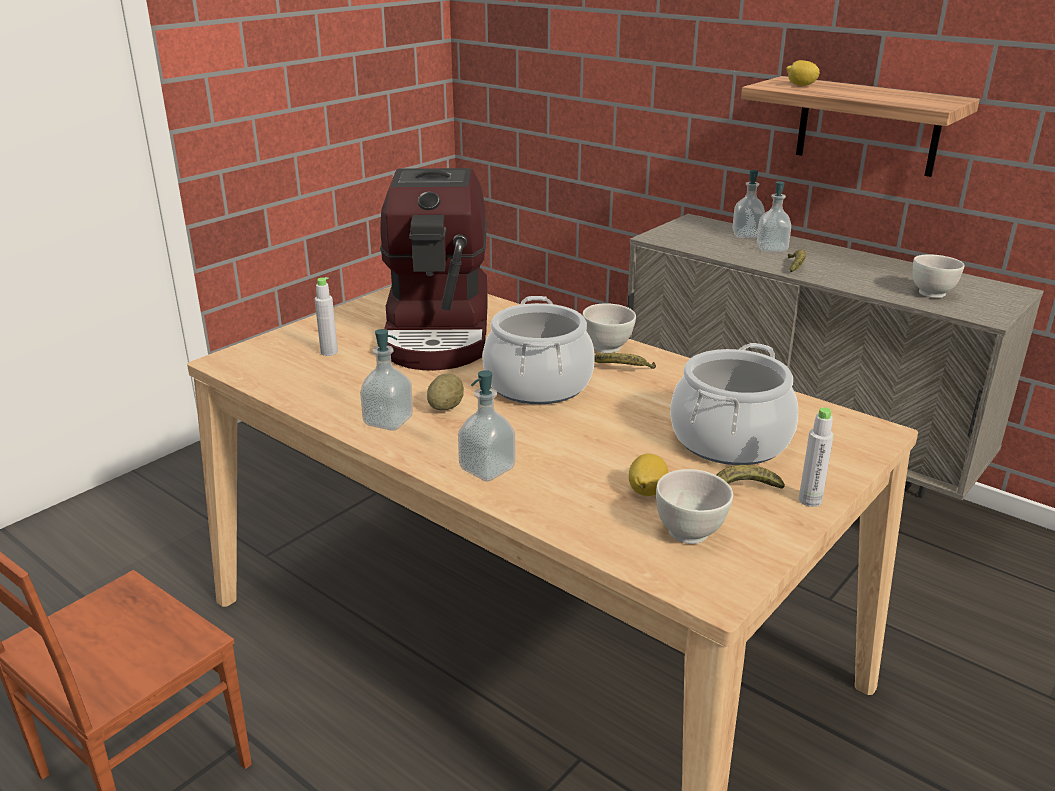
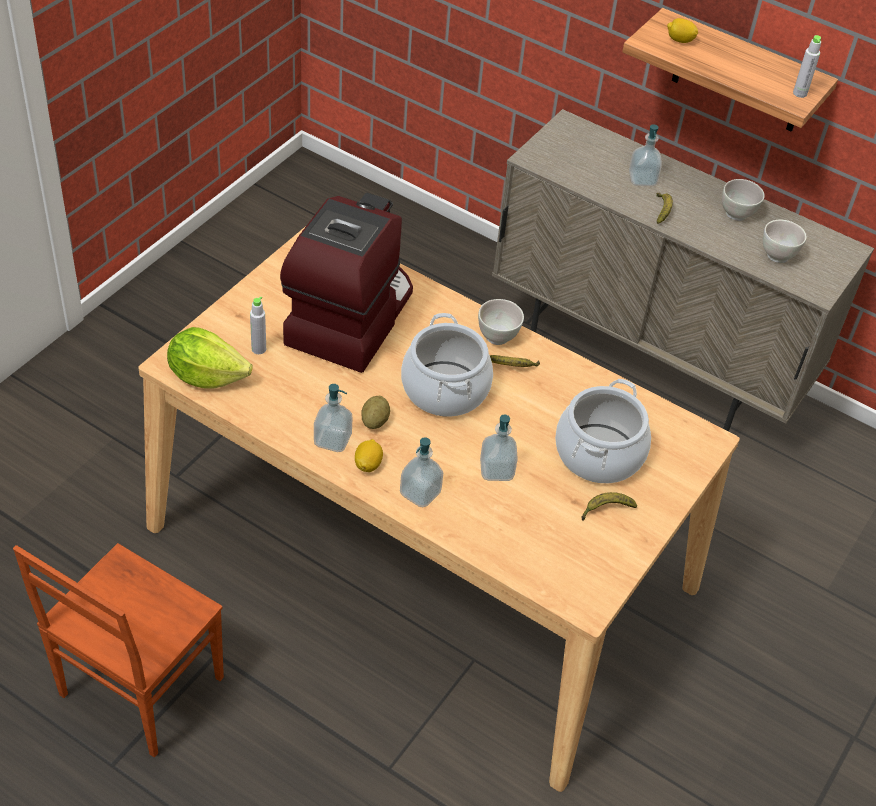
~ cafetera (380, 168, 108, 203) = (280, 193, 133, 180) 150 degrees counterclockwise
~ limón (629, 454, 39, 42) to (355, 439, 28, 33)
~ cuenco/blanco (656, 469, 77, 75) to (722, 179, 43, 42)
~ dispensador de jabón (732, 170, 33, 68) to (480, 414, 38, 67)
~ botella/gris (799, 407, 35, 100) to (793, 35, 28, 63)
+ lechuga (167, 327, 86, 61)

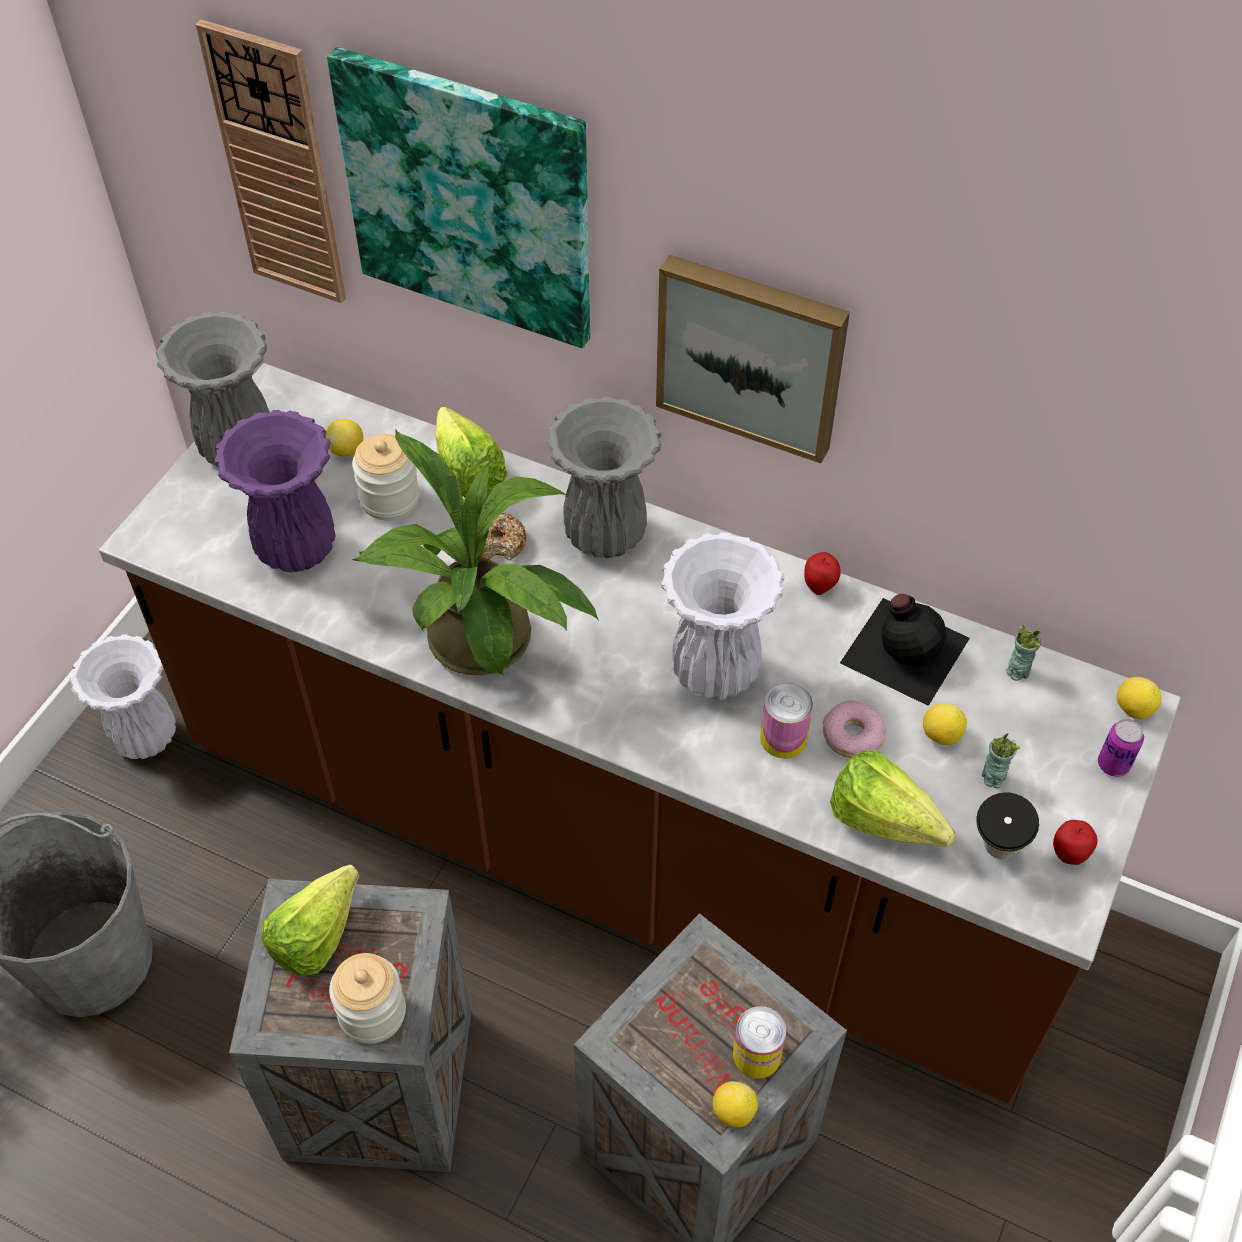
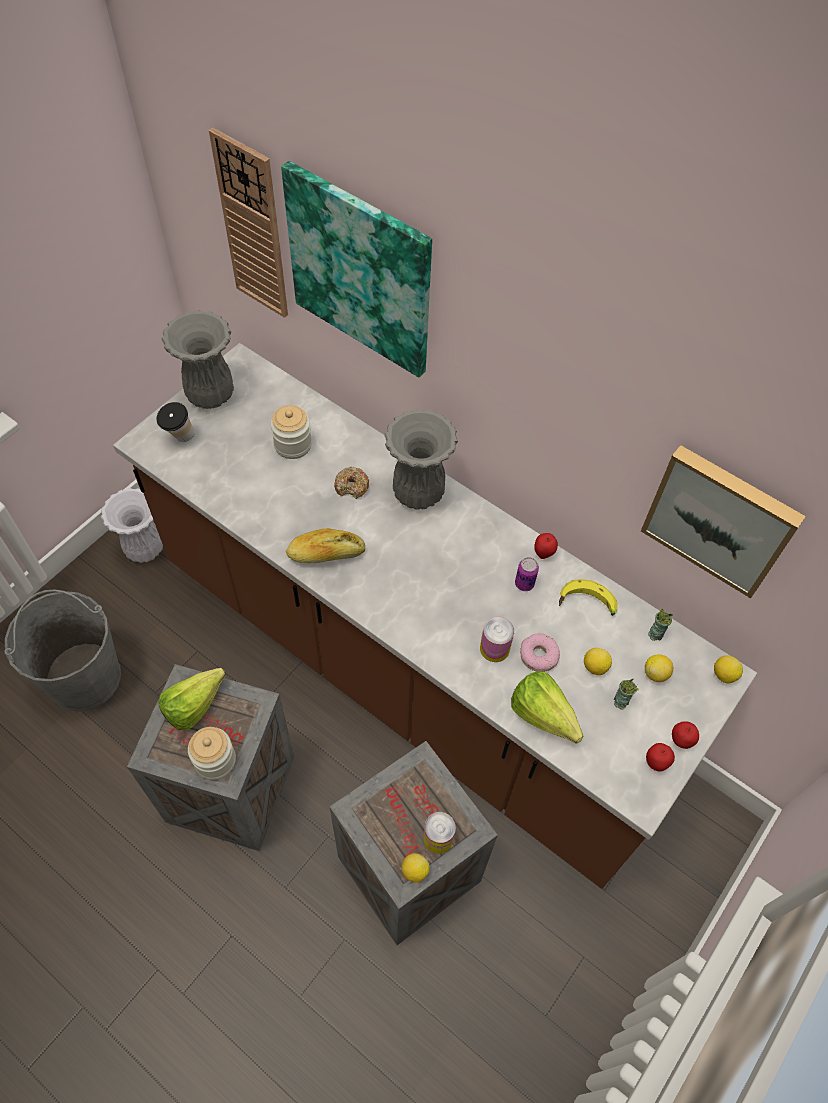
- florero/morado (214, 410, 121, 162)
~ limón (325, 419, 38, 37) to (645, 654, 28, 28)
~ planta en maceta (352, 430, 247, 245) to pan (286, 528, 79, 35)
- lechuga (435, 407, 73, 91)
~ cuadro (656, 254, 194, 210) to (641, 445, 165, 153)
- florero/blanco (661, 532, 123, 168)
~ botella/negro (840, 594, 130, 112) to plátano (559, 579, 59, 37)
~ taza (976, 792, 63, 67) to (157, 402, 37, 40)
~ lata (1098, 719, 46, 58) to (515, 557, 24, 34)
+ manzana (672, 721, 27, 28)

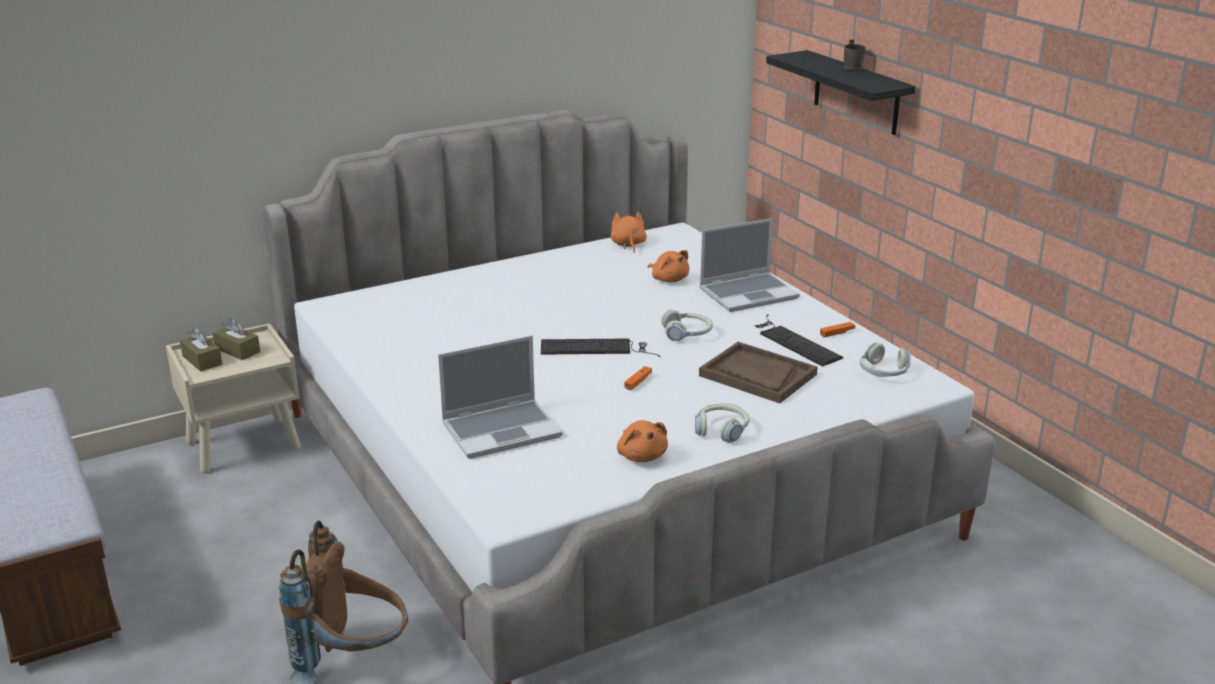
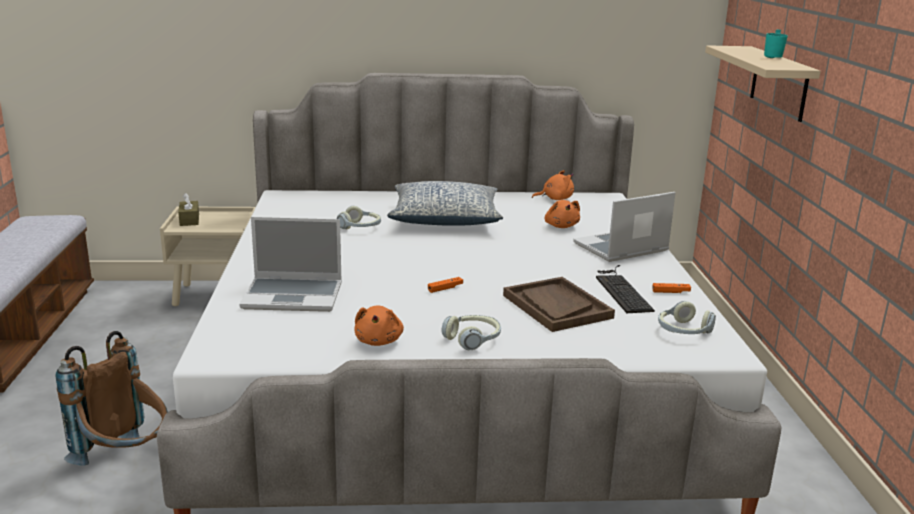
- caja de pañuelos/marrón (213, 318, 47, 42)
- teclado (541, 338, 120, 19)
~ peluche/naranja (611, 211, 36, 42) = (532, 170, 42, 30) 60 degrees clockwise
~ auriculares (662, 310, 51, 31) to (337, 206, 44, 23)
~ portátil (699, 218, 101, 94) = (573, 192, 103, 70) 150 degrees clockwise
~ estante/negro (766, 50, 150, 85) to estante/beis (705, 45, 116, 77)
~ taza grande/gris (844, 40, 22, 31) to taza grande/turquesa (764, 30, 24, 28)
+ cojín (387, 181, 116, 45)

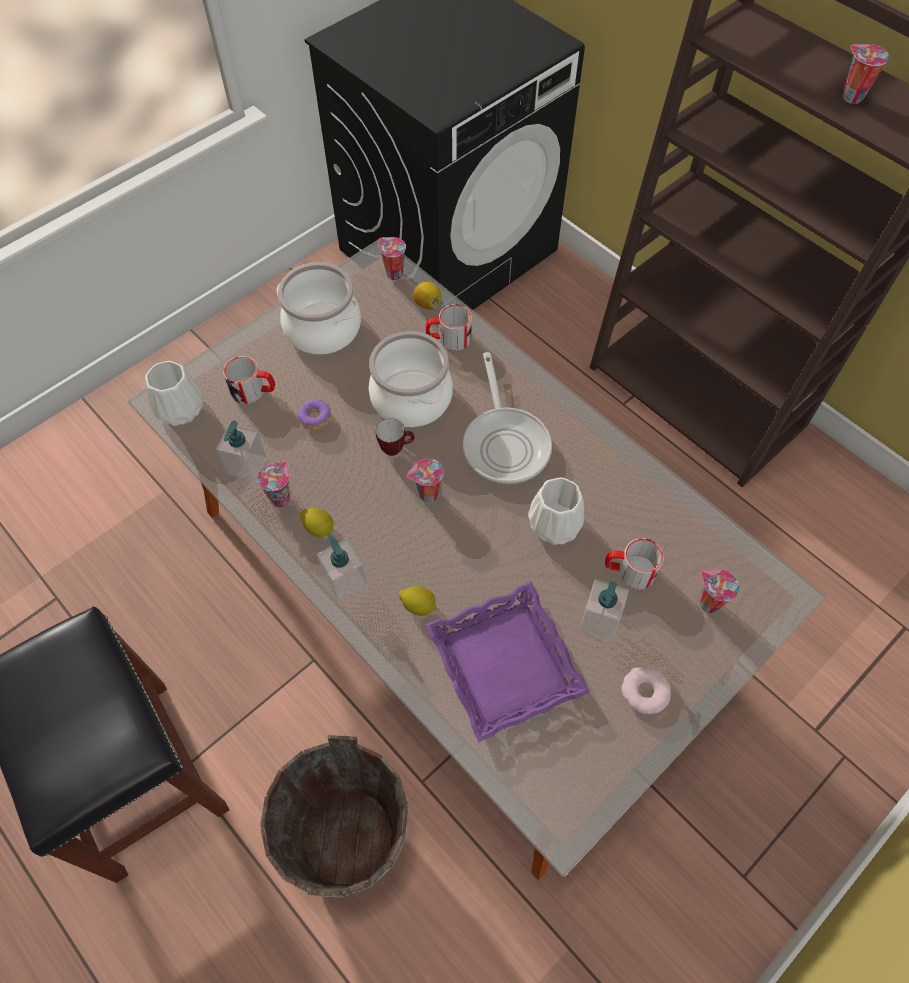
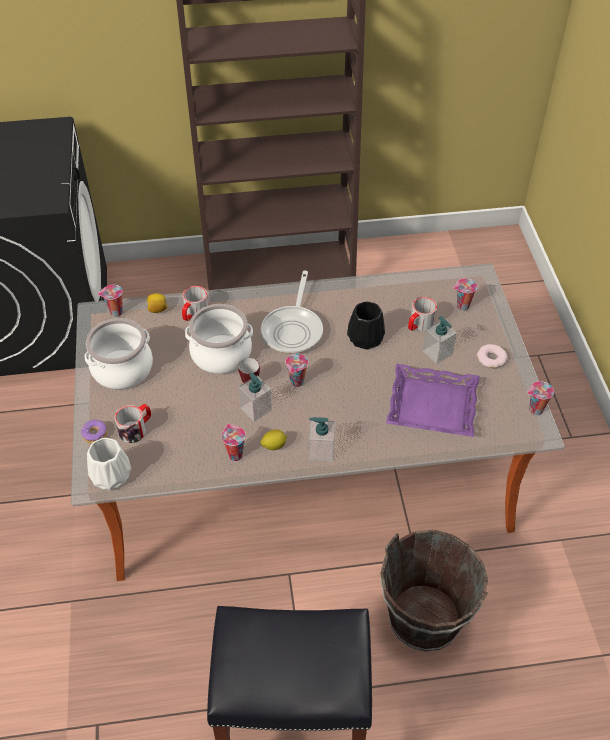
~ dispensador de jabón (216, 421, 50, 60) to (239, 373, 33, 49)
~ rosquilla (298, 399, 33, 31) to (81, 420, 26, 24)
- limón (399, 586, 37, 30)
~ sartén (463, 352, 89, 132) = (261, 271, 62, 83) 75 degrees clockwise
~ florero/blanco (528, 477, 56, 68) to florero/negro (347, 302, 38, 47)
~ taza (843, 44, 46, 60) to (527, 381, 27, 35)

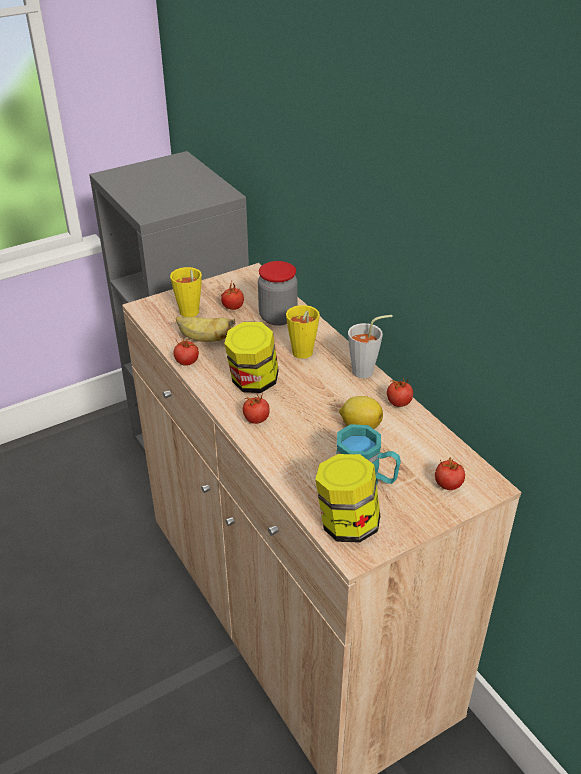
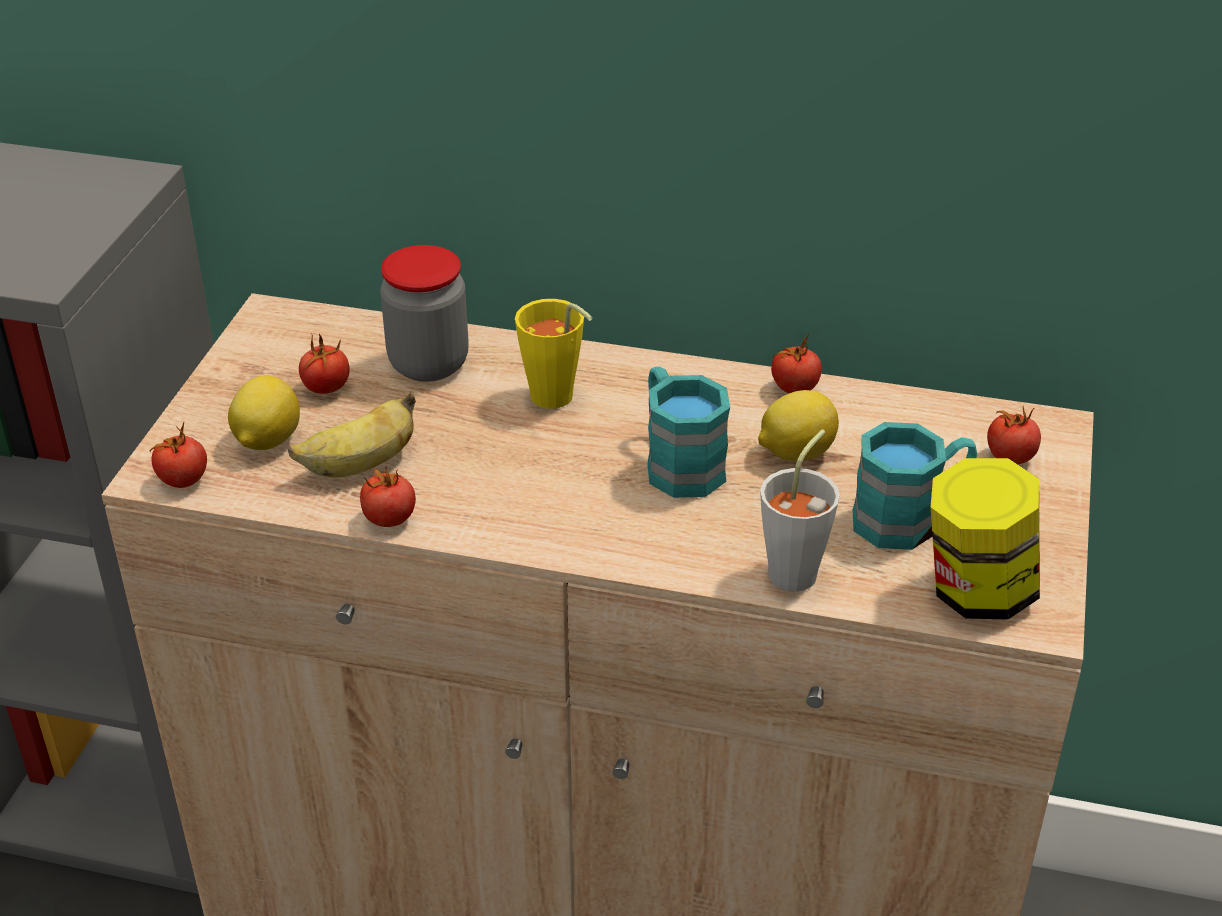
~ taza/amarillo (170, 267, 32, 50) to limón (228, 375, 72, 75)
- tarro (224, 322, 55, 71)
~ tomate (243, 393, 27, 31) to (149, 422, 58, 66)
~ taza/gris (348, 315, 45, 63) to (760, 430, 80, 162)
+ taza grande/turquesa (647, 367, 83, 131)

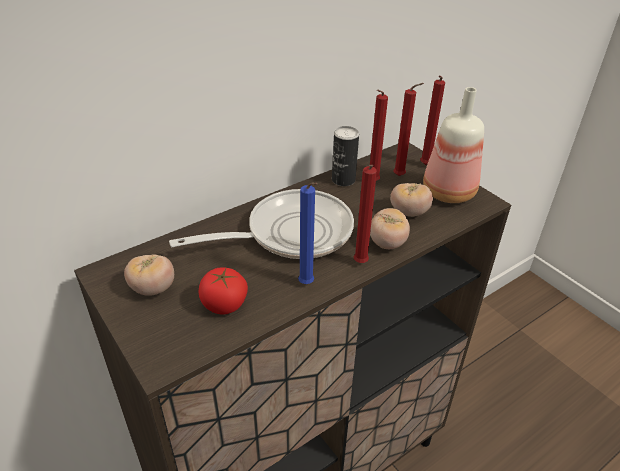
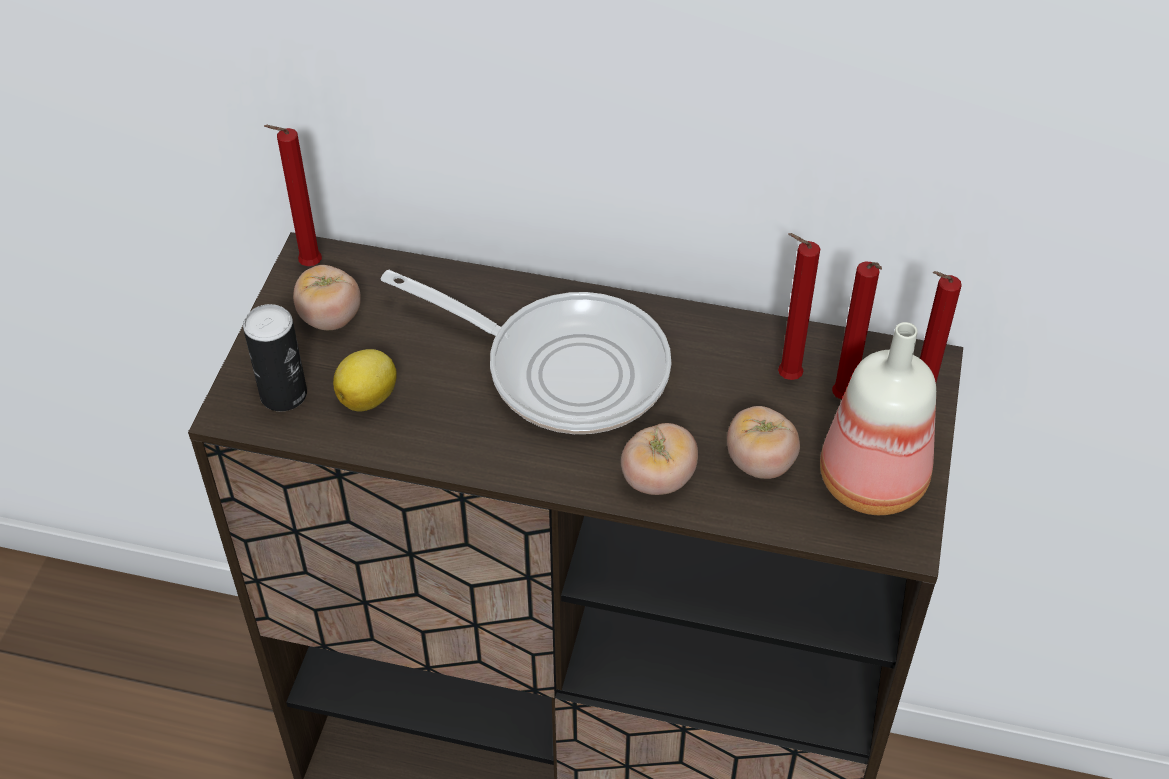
~ tomate (199, 267, 49, 48) to limón (333, 349, 64, 62)
- vela/azul (298, 182, 19, 102)
~ lata (332, 126, 27, 60) to (243, 304, 64, 107)
~ vela/rojo (354, 165, 23, 98) to (264, 125, 58, 141)

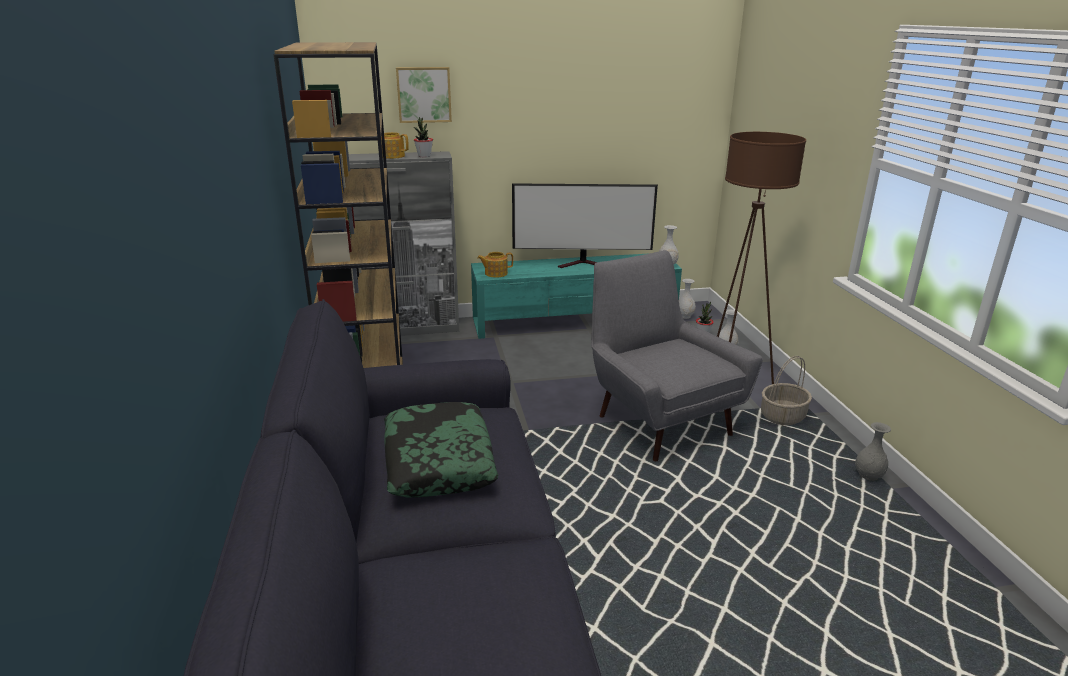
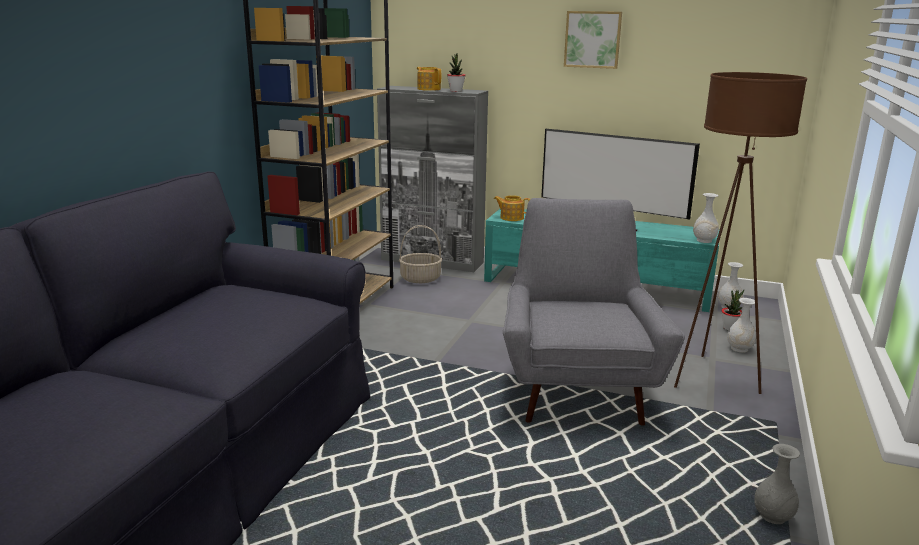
- cojín (384, 402, 114, 96)
~ cuadro (396, 67, 56, 56) to (564, 11, 58, 58)
~ cesta (761, 356, 51, 69) to (399, 225, 43, 58)

